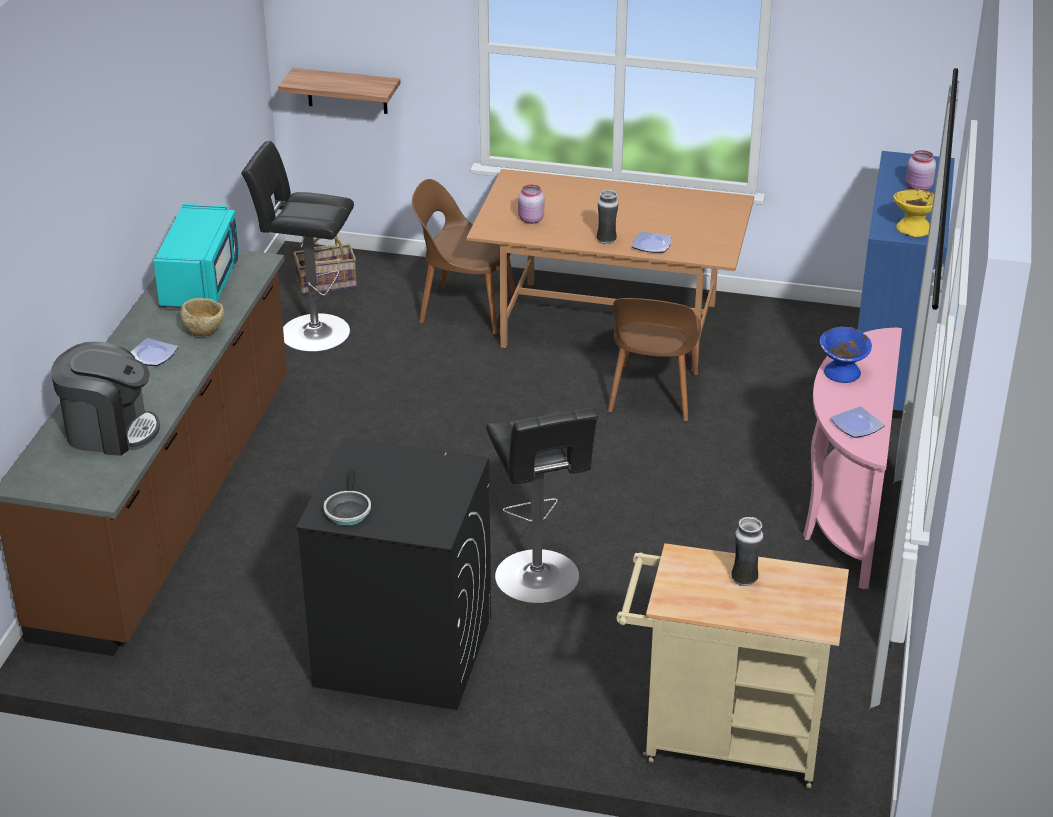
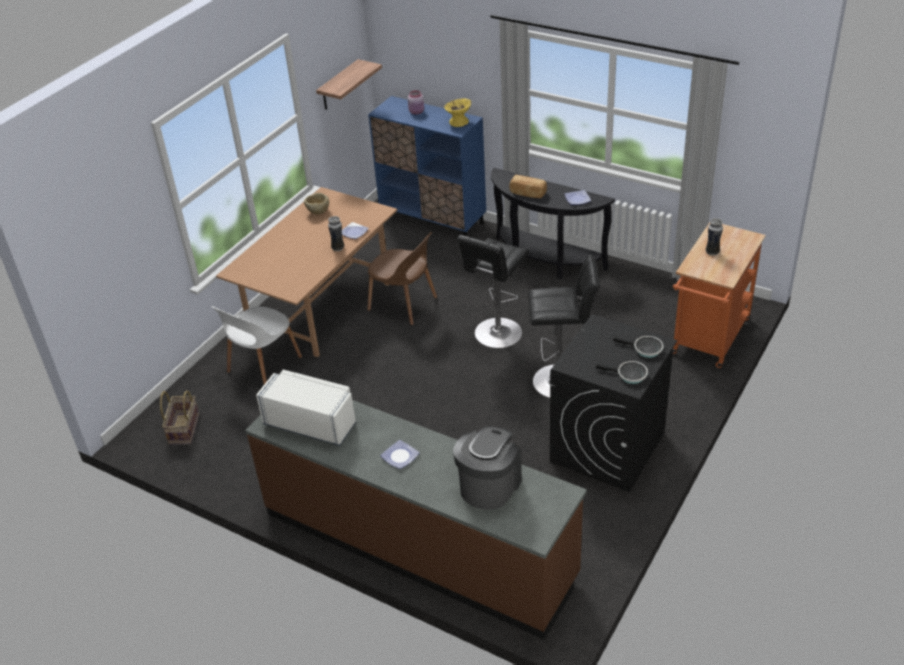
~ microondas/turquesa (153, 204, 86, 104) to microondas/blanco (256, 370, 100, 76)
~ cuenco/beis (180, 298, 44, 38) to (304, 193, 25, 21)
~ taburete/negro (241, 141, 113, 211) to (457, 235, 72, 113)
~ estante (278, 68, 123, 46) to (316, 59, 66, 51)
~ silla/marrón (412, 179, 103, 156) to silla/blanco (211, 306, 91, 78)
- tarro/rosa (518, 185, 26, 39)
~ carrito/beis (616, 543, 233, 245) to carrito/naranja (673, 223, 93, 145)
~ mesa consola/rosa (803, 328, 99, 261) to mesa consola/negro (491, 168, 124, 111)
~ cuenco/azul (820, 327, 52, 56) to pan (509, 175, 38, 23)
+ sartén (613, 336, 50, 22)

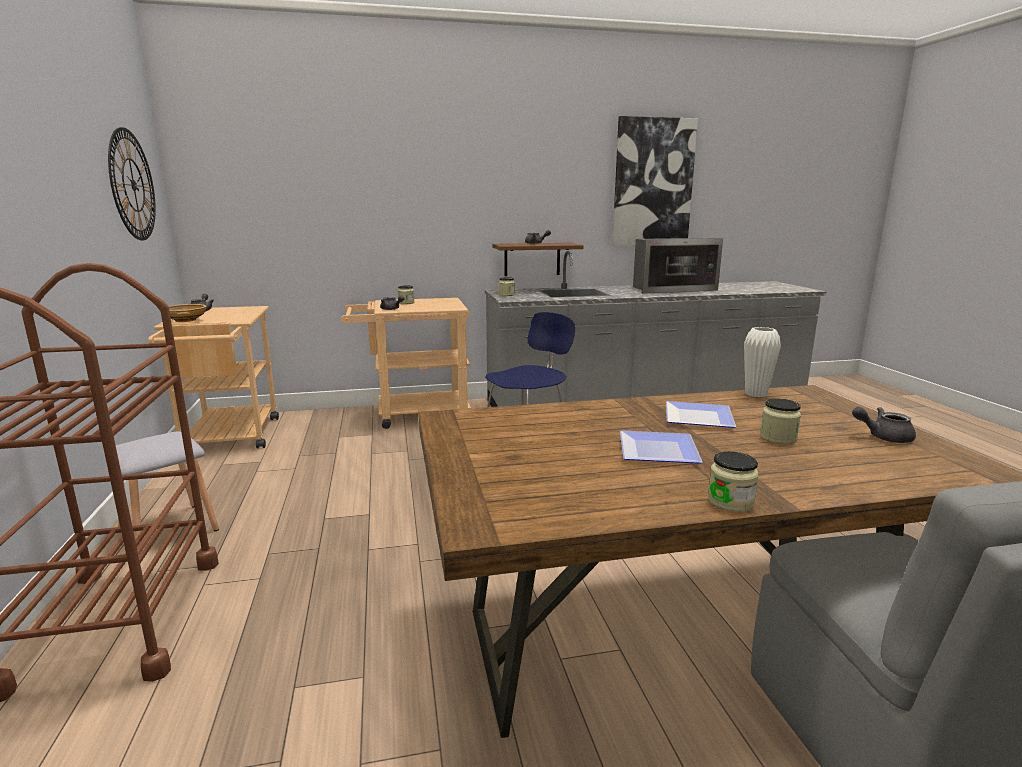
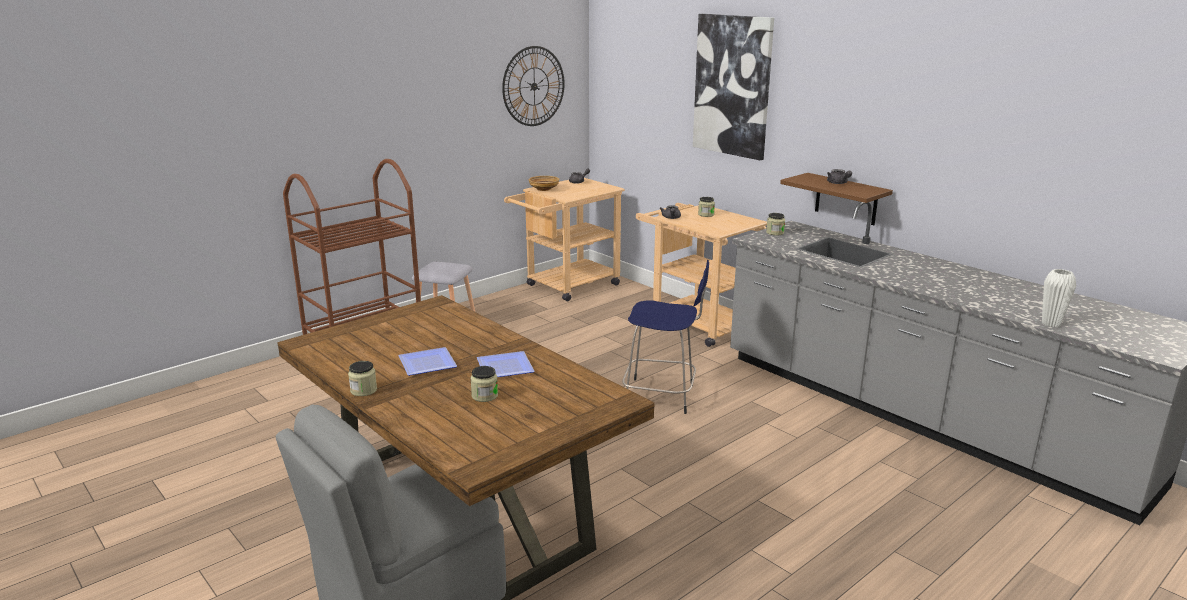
~ cuadro (612, 116, 86, 130) to (693, 14, 81, 146)
- microondas (633, 238, 90, 56)
~ florero/blanco (744, 327, 37, 70) to (1042, 269, 34, 58)
- tetera/gris (852, 407, 64, 36)

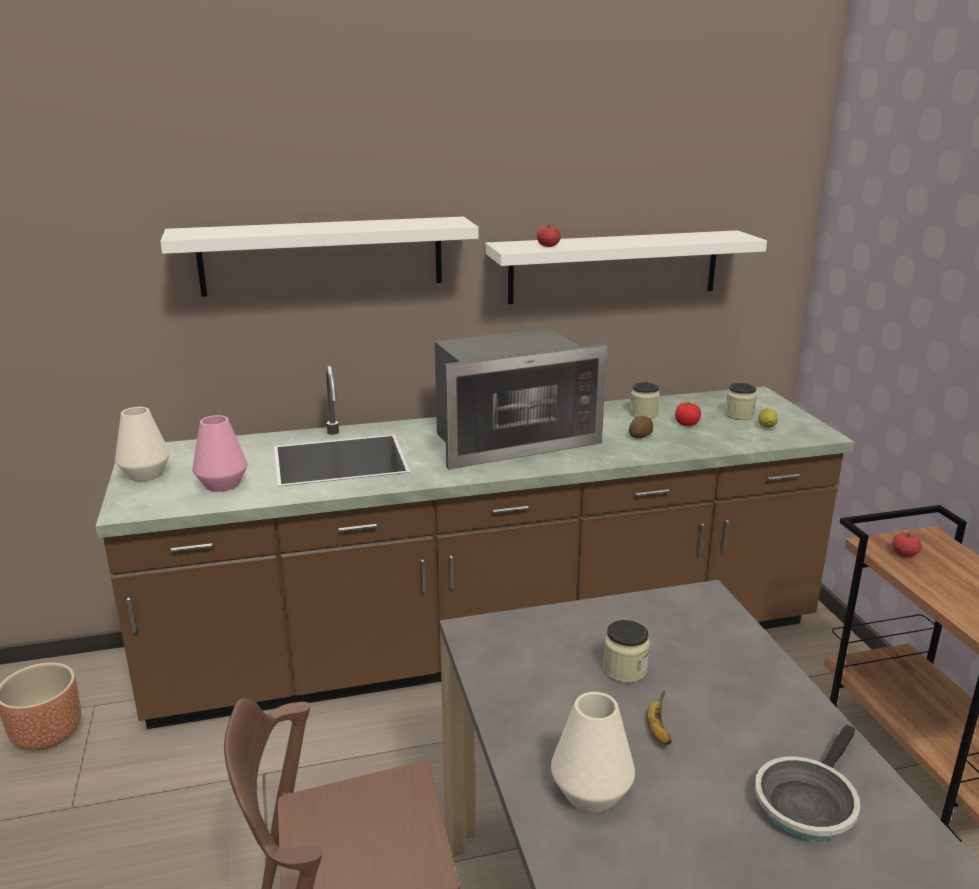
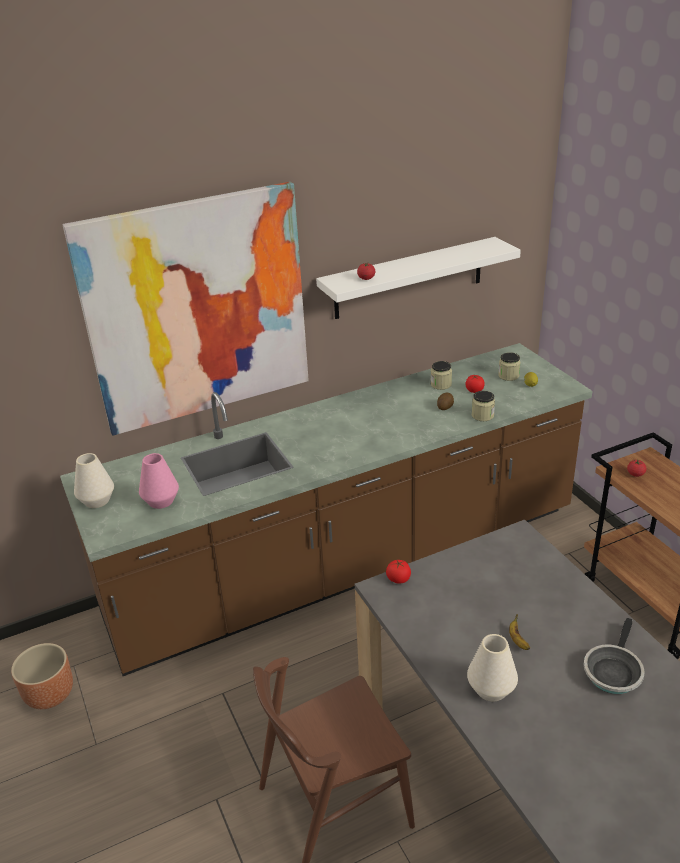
~ estante/blanco (160, 217, 319, 80) to cuadro (62, 182, 247, 254)
- microondas (435, 328, 172, 141)
~ tarro (603, 620, 47, 63) to (472, 391, 23, 30)
+ tomate (386, 560, 25, 24)

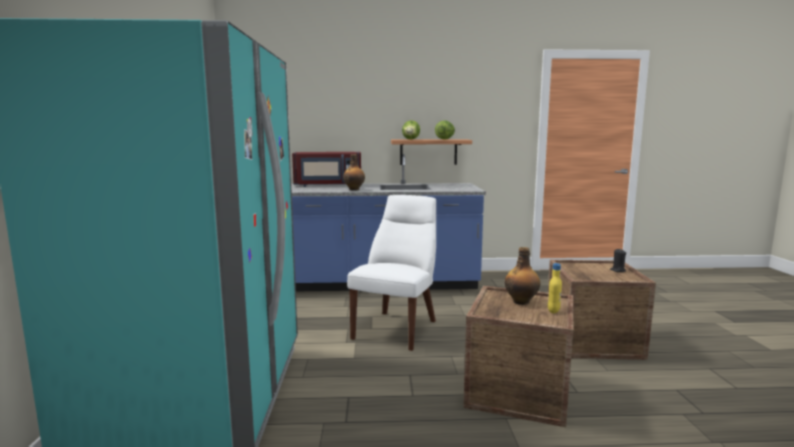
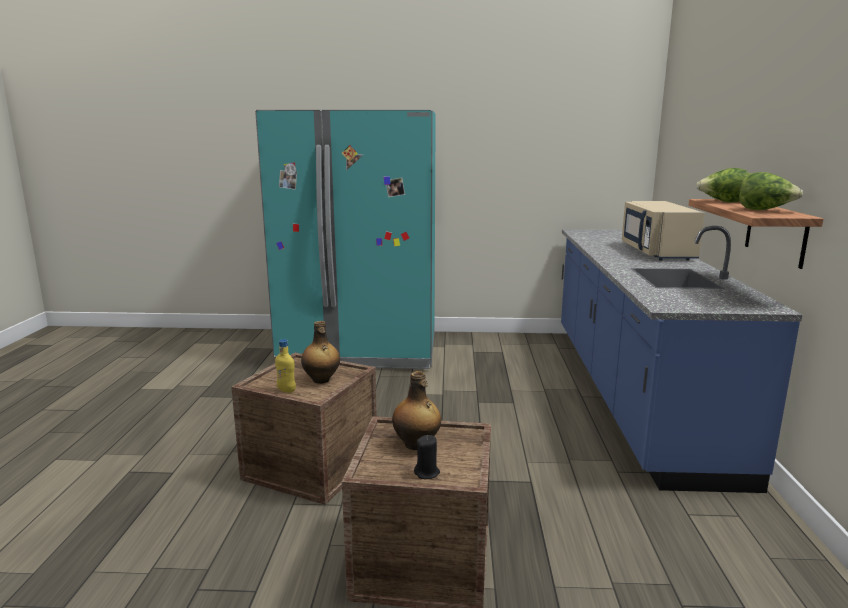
~ microondas/rojo (292, 152, 69, 35) to microondas/beis (622, 201, 83, 59)
~ botella (343, 154, 22, 36) to (392, 371, 49, 79)
- silla/blanco (347, 195, 89, 156)

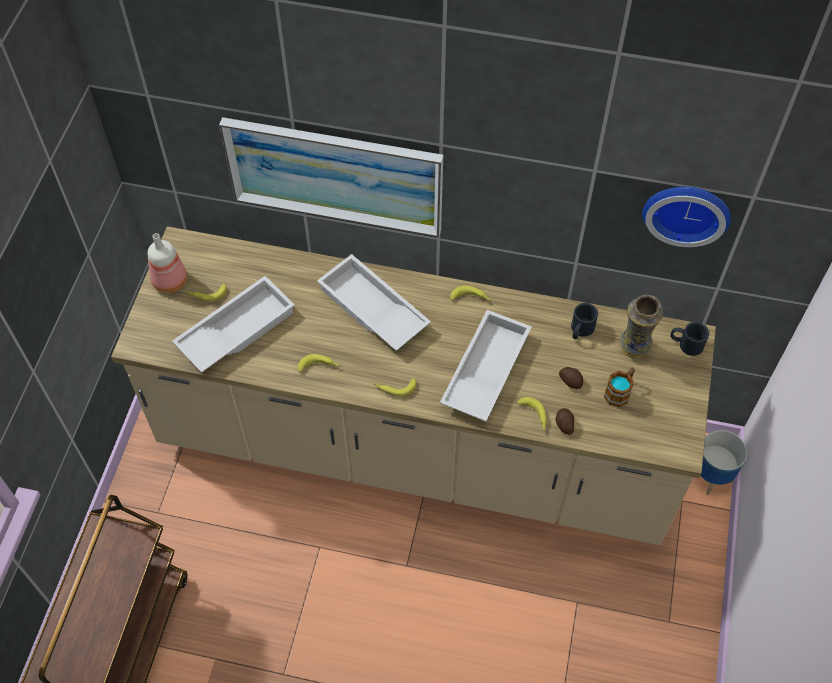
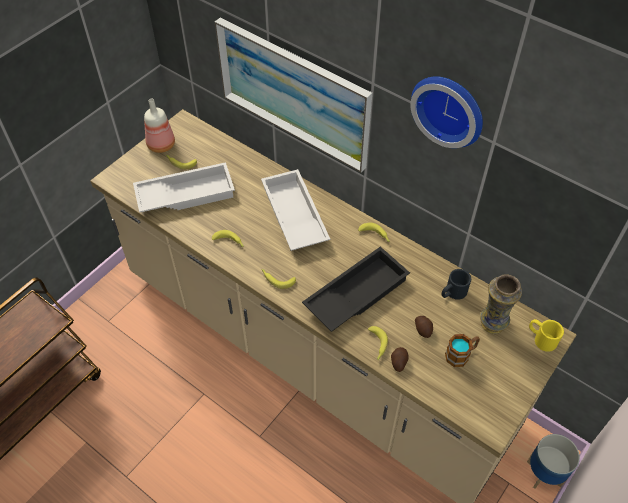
~ bandeja/blanco (440, 310, 92, 111) to bandeja/negro (302, 247, 108, 85)
~ reloj de pared (642, 186, 89, 61) to (410, 76, 73, 72)
~ taza grande/negro (671, 322, 38, 34) to taza grande/amarillo (529, 319, 35, 33)

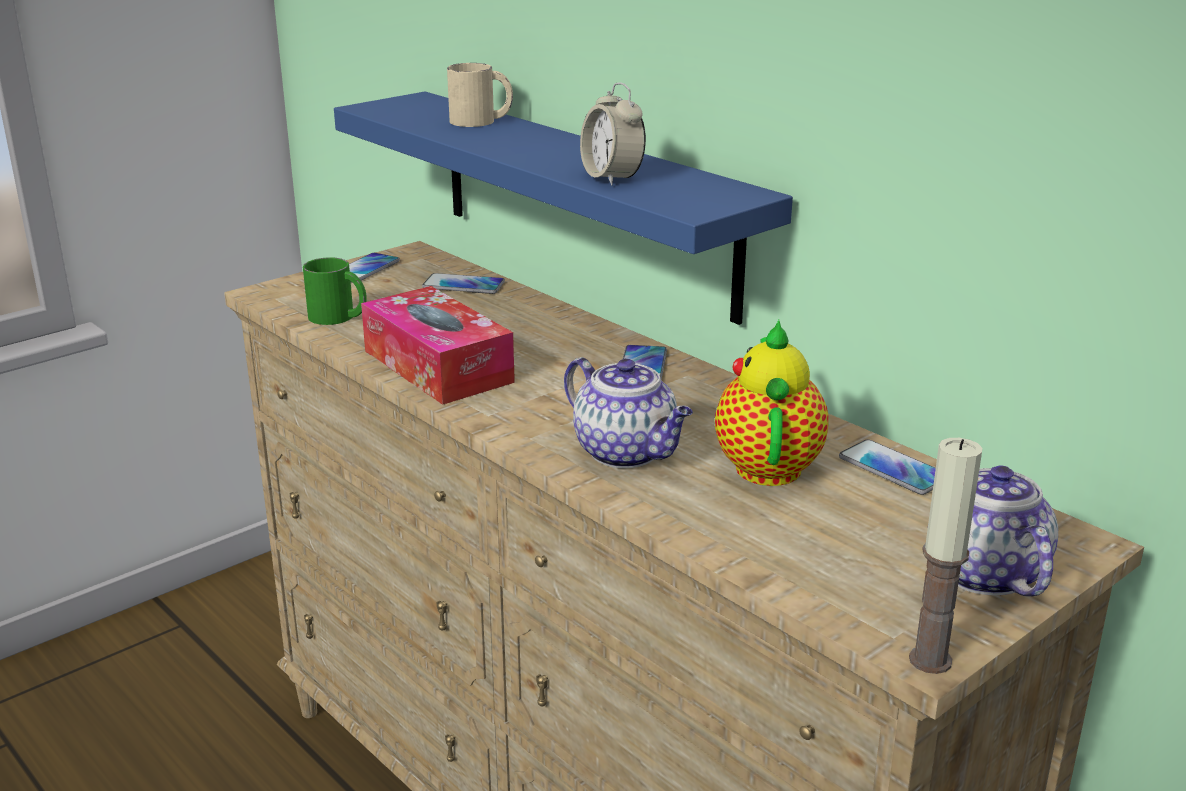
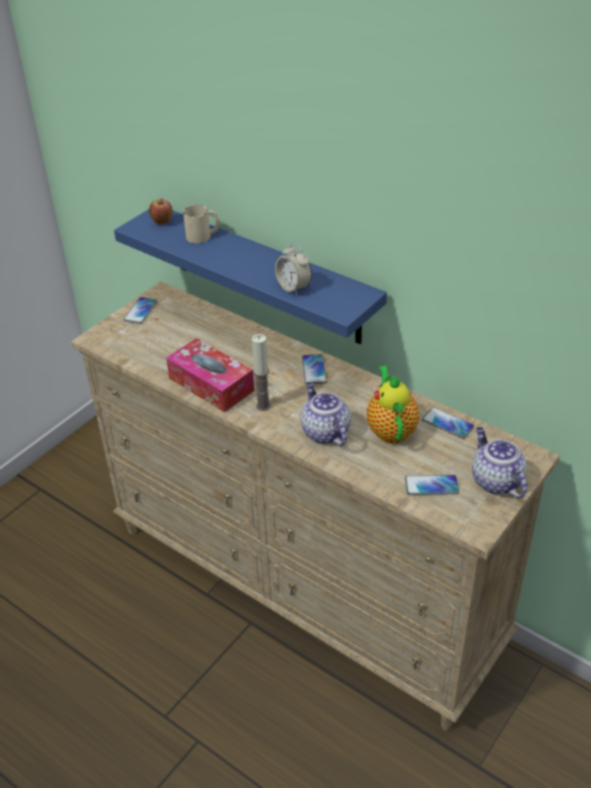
- taza grande/verde (303, 257, 64, 68)
~ móvil (422, 273, 83, 21) to (405, 475, 54, 20)
~ tetera (564, 357, 129, 111) = (301, 382, 50, 64) 150 degrees counterclockwise
~ vela (909, 438, 73, 236) to (252, 334, 19, 77)
+ manzana (149, 198, 24, 27)

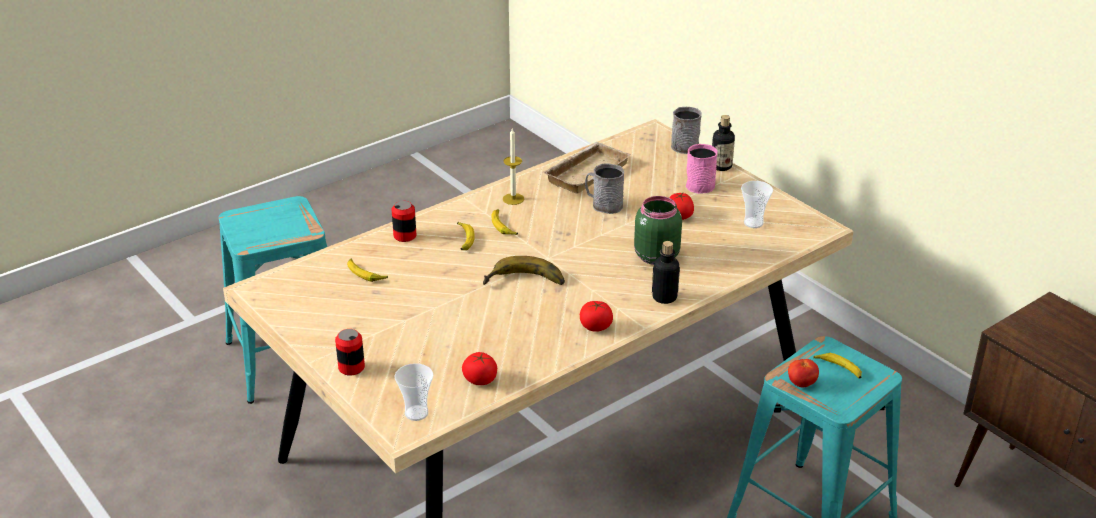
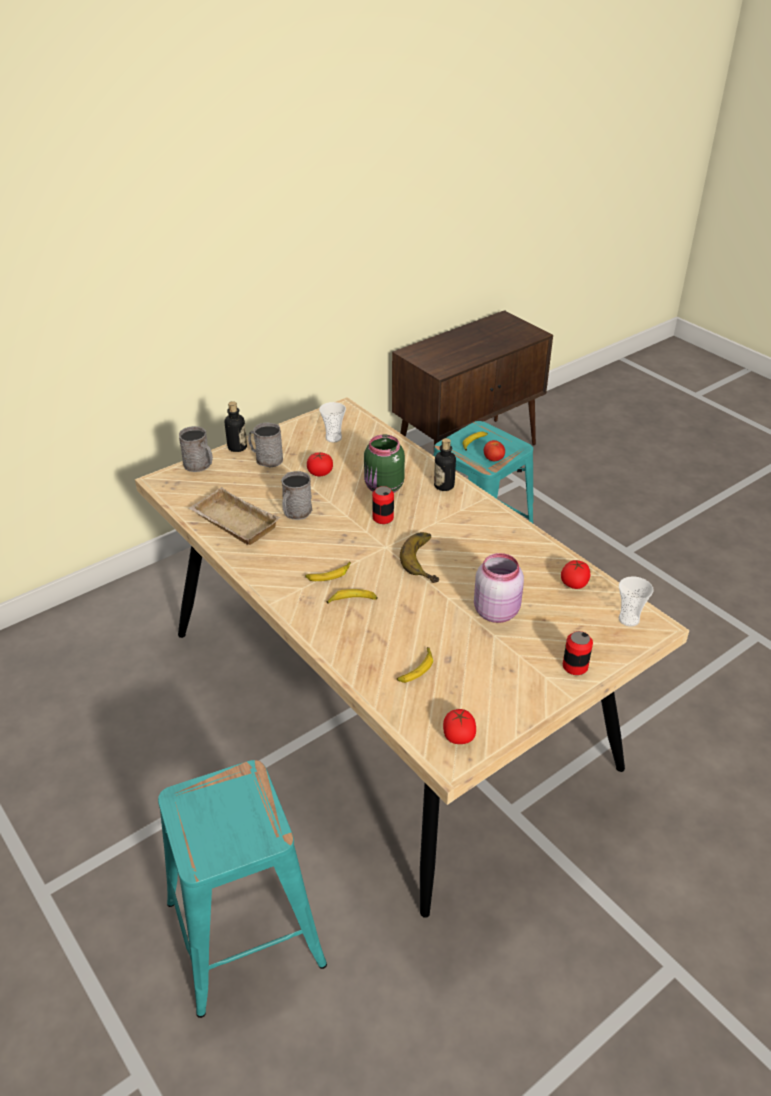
~ lata (392, 201, 24, 41) to (372, 486, 22, 38)
- vela (503, 128, 21, 77)
~ tomate (580, 301, 33, 31) to (443, 709, 33, 35)
~ taza grande/rosa (686, 144, 32, 50) to taza grande/gris (248, 423, 35, 45)
+ tarro/rosa (474, 553, 50, 70)

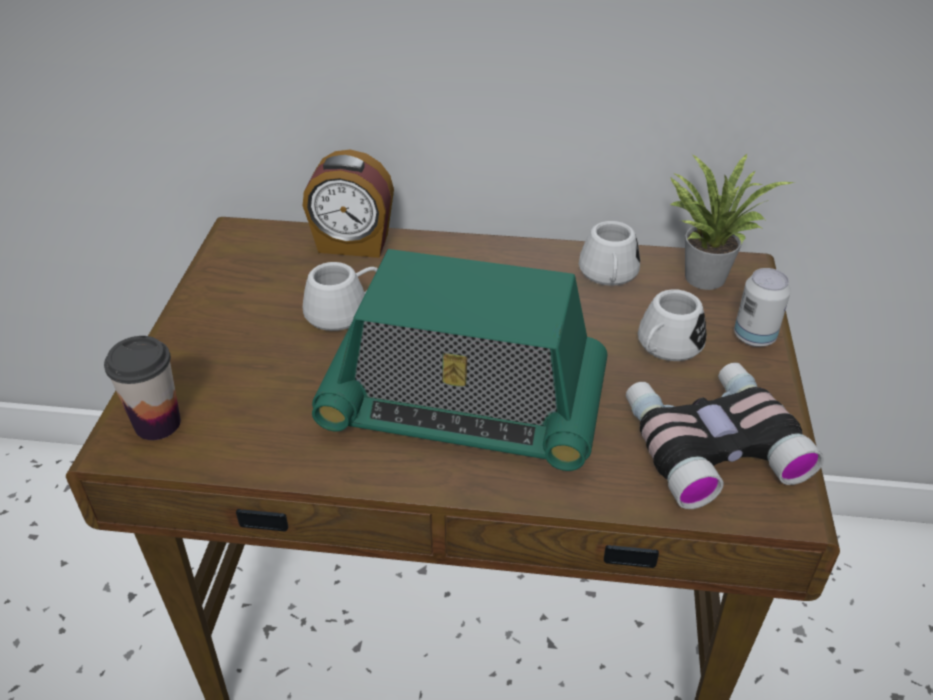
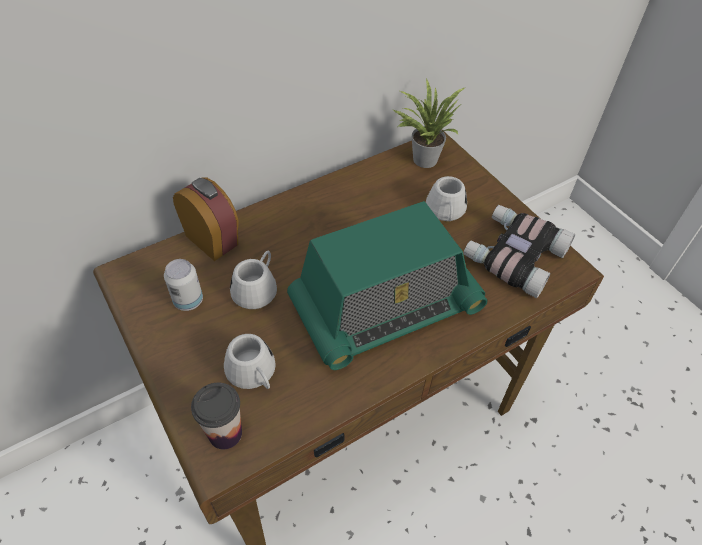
~ despertador (303, 149, 91, 109) = (173, 177, 66, 84) 105 degrees counterclockwise
~ taza grande/blanco (579, 221, 61, 65) to (224, 334, 52, 55)
~ lata (734, 268, 57, 79) to (164, 259, 39, 52)

